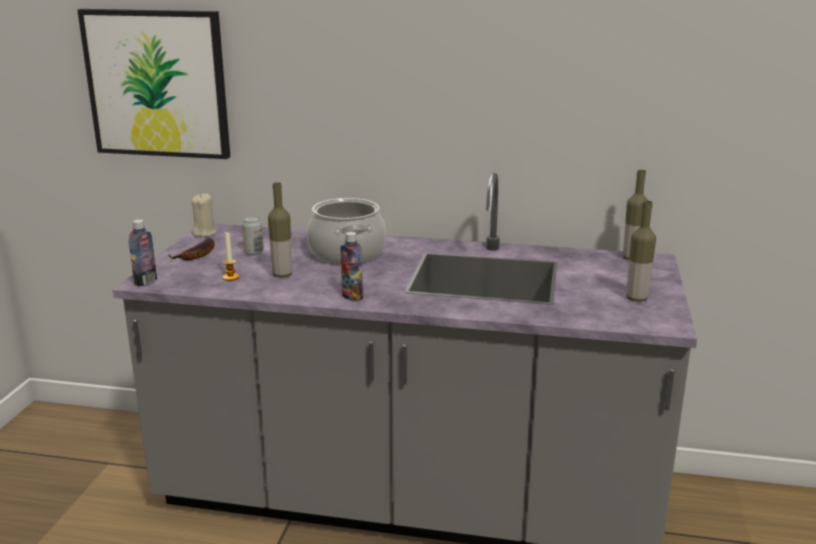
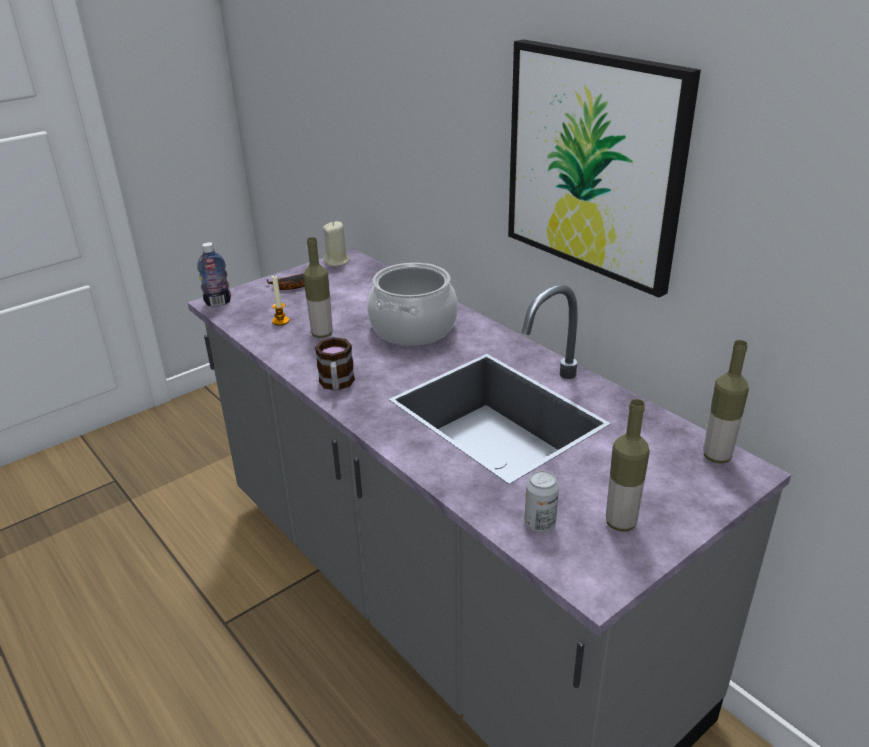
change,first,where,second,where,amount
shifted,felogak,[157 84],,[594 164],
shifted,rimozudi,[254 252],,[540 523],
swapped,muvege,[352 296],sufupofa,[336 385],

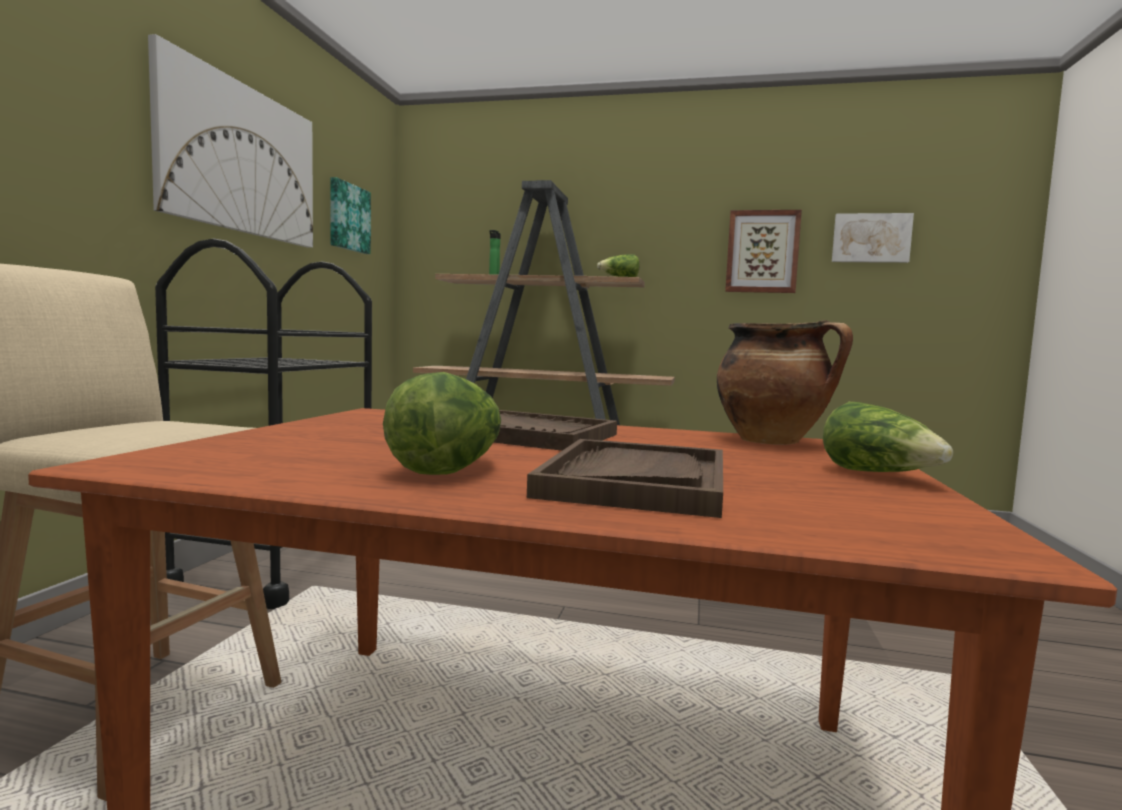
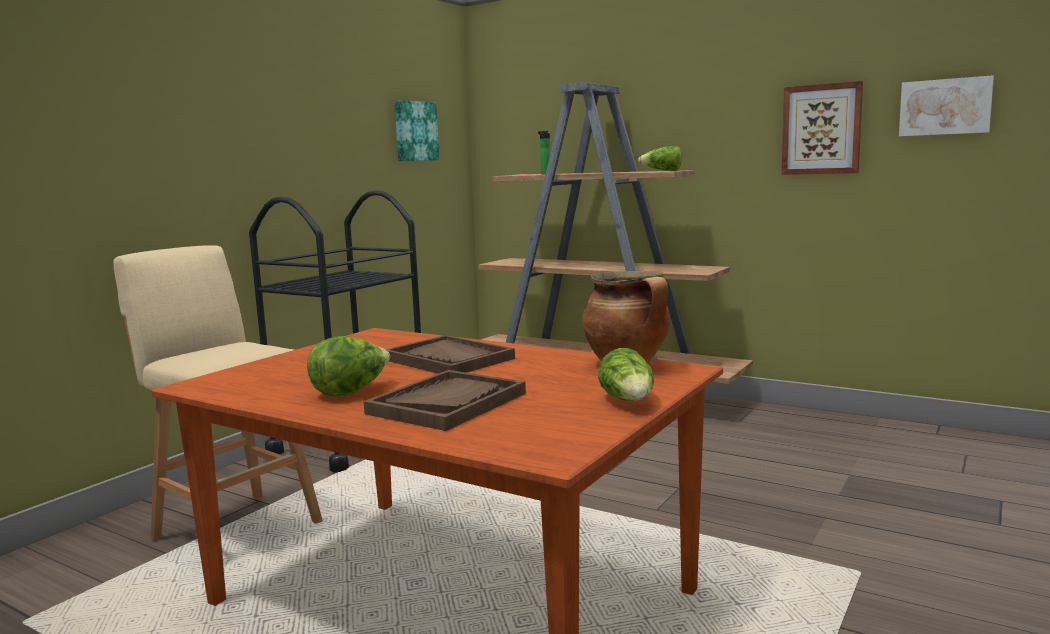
change,first,where,second,where,amount
gone,felogak,[241 159],,,

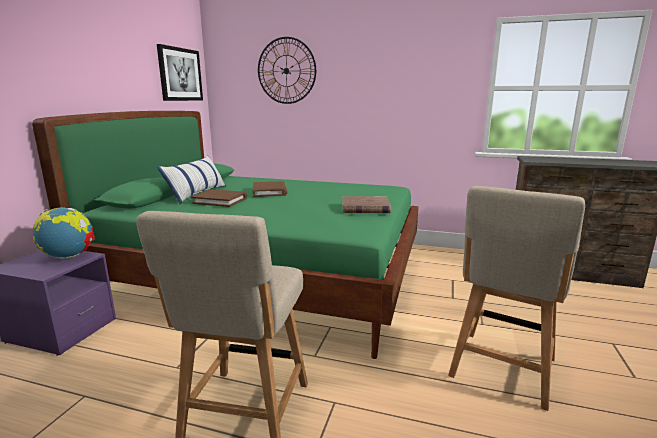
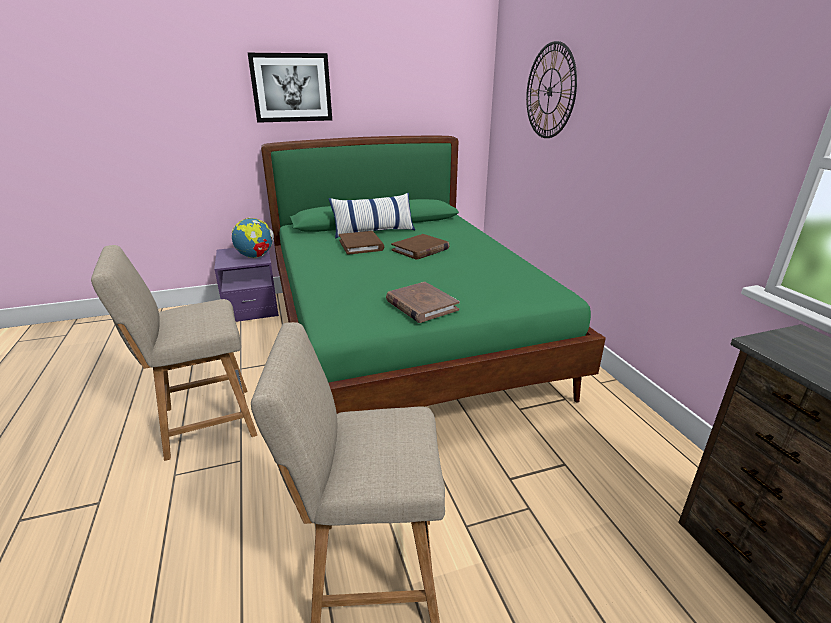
change,first,where,second,where,amount
shifted,felogak,[180 74],,[291 88],

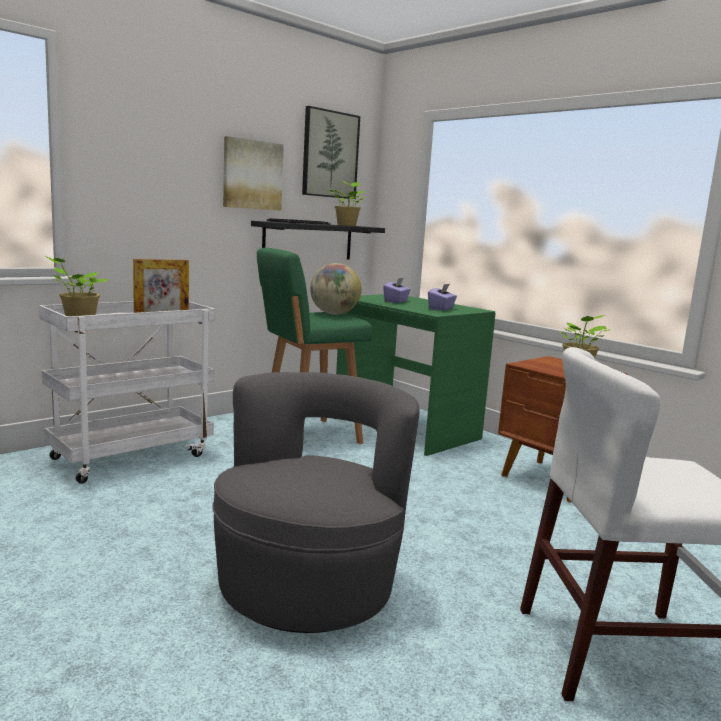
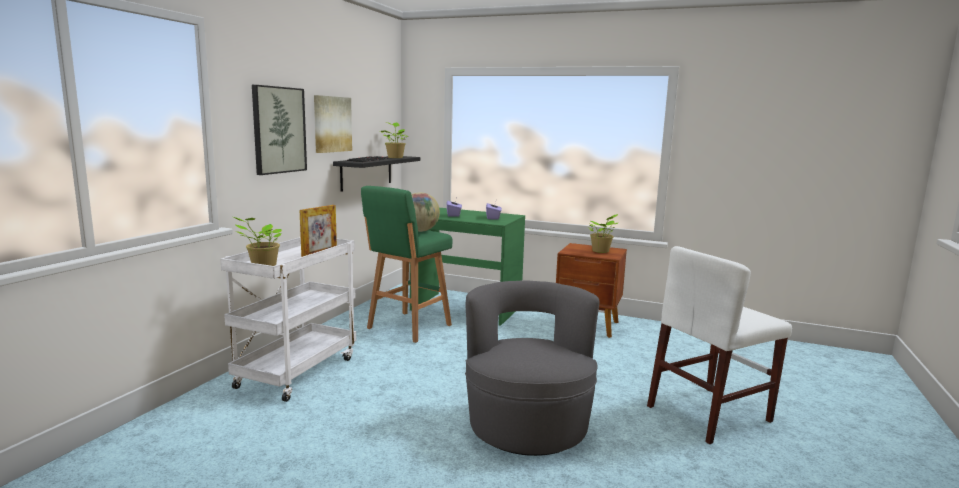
change,first,where,second,where,amount
shifted,felogak,[329 154],,[278 130],

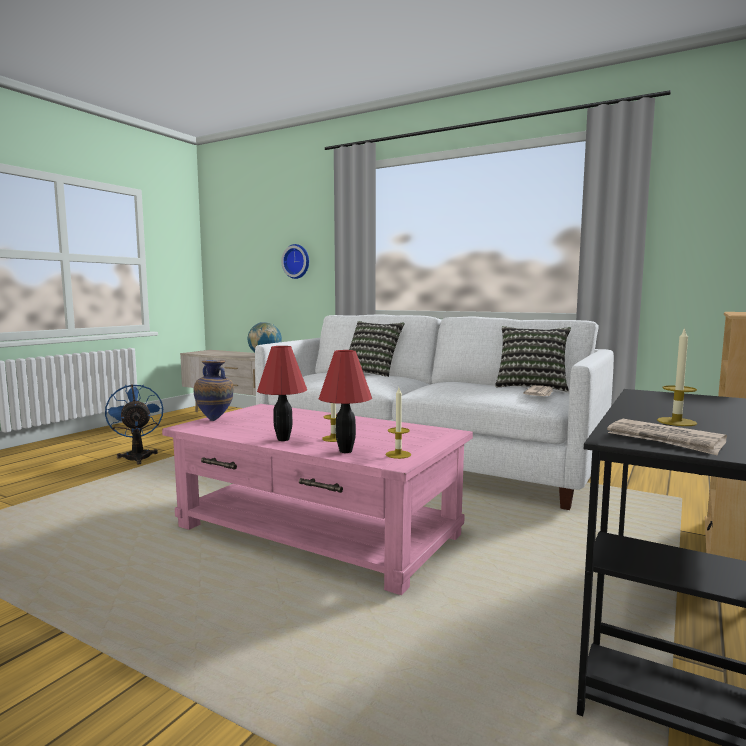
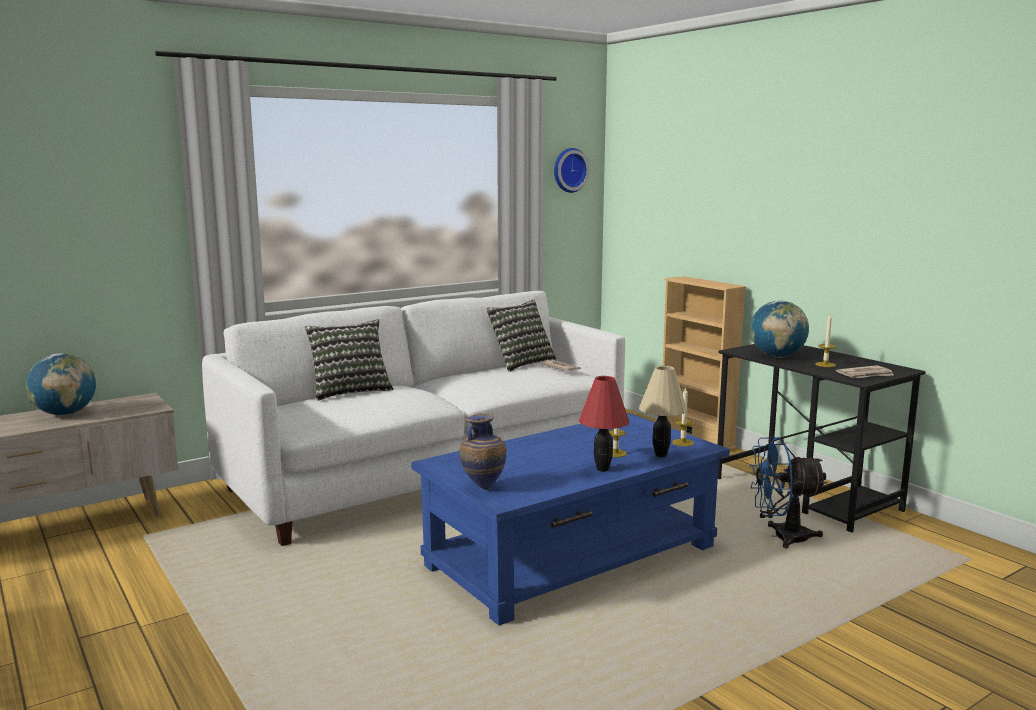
change,first,where,second,where,amount
shifted,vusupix,[297 261],,[569 170],
repainted,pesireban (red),[346 451],pesireban (beige),[661 455],
shifted,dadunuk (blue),[137 456],,[781 537],
repainted,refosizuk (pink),[318 531],refosizuk (blue),[573 556],
new,,,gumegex,[777 356],

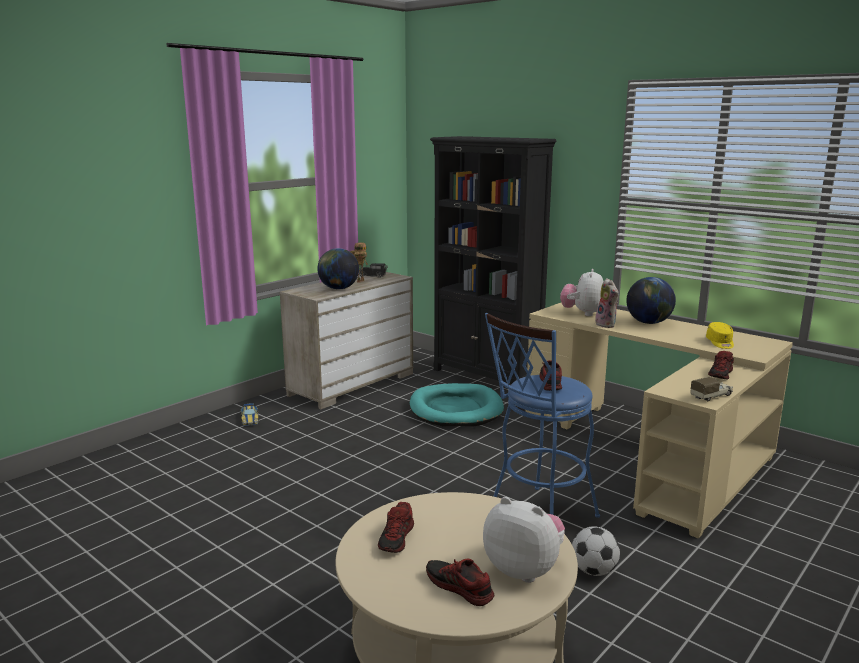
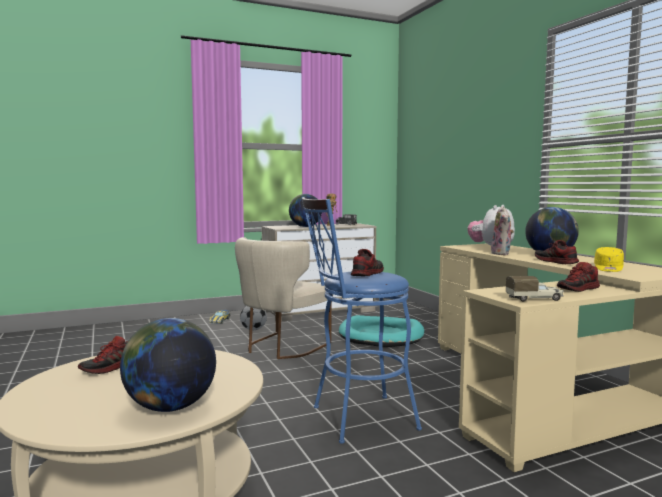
change,first,where,second,where,amount
gone,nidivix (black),[486 376],,,
swapped,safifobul,[524 569],gumegex,[170 407],
shifted,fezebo,[594 571],,[253 329],
shifted,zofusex,[459 588],,[555 262],
new,,,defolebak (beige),[281 347],

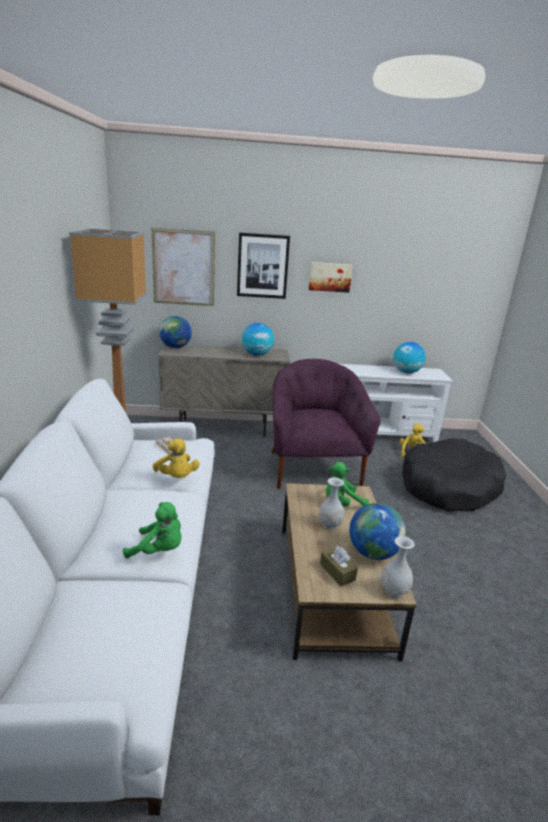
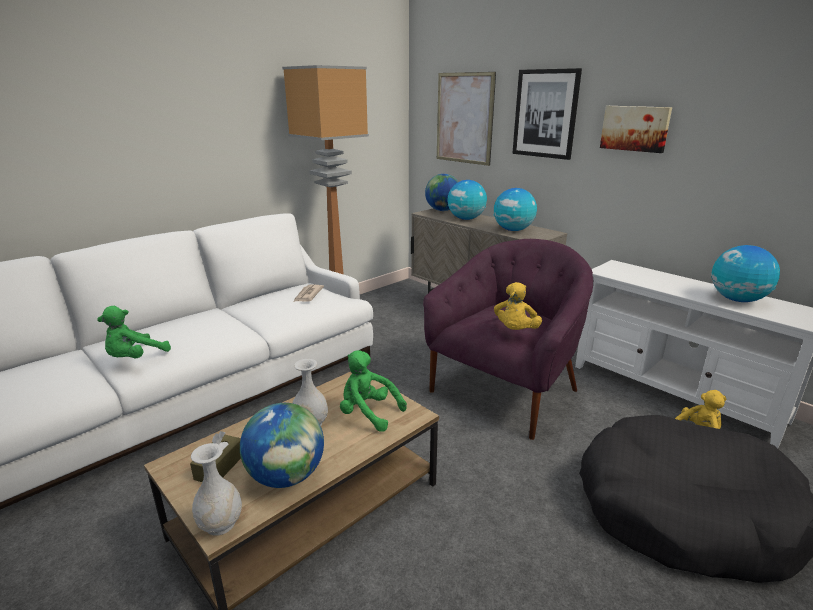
change,first,where,second,where,amount
shifted,safifobul (yellow),[176 477],,[515 331],
rotated,safifobul (green),[159 551],,[135 358],60 degrees clockwise
new,,,gumegex,[466 219],

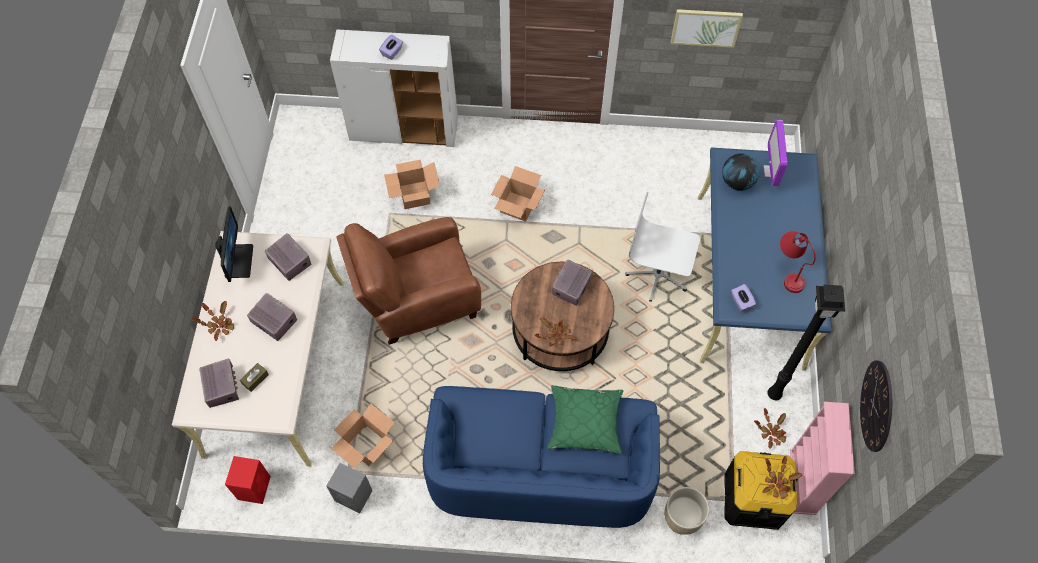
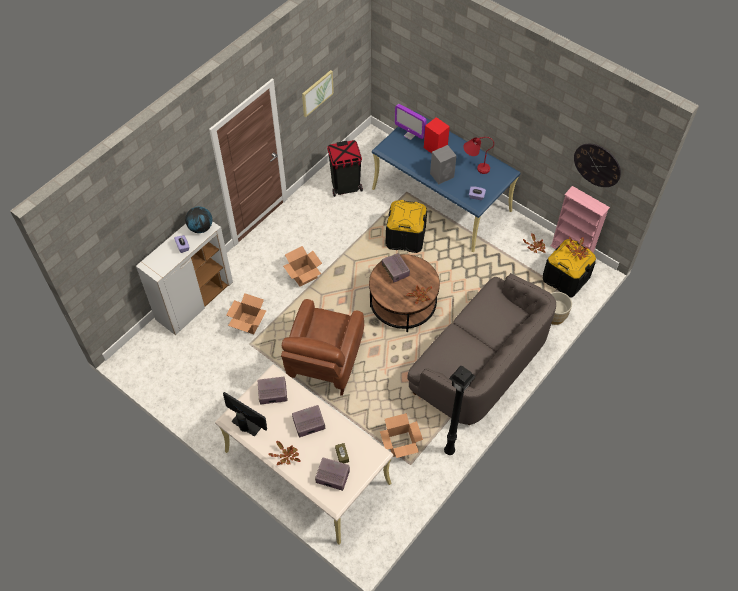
change,first,where,second,where,amount
shifted,gumegex,[737 182],,[201 228],
swapped,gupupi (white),[658 275],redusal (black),[405 237],
shifted,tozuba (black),[773 395],,[449 452],
gone,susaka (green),[585 423],,,
repainted,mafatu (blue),[540 469],mafatu (grey),[480 364],
shifted,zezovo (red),[254 487],,[435 147],
shifted,zezovo (grey),[354 496],,[442 175],
new,,,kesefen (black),[346 187],

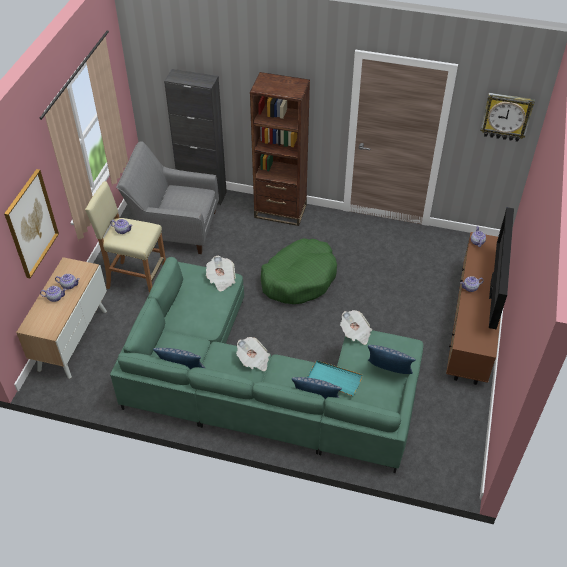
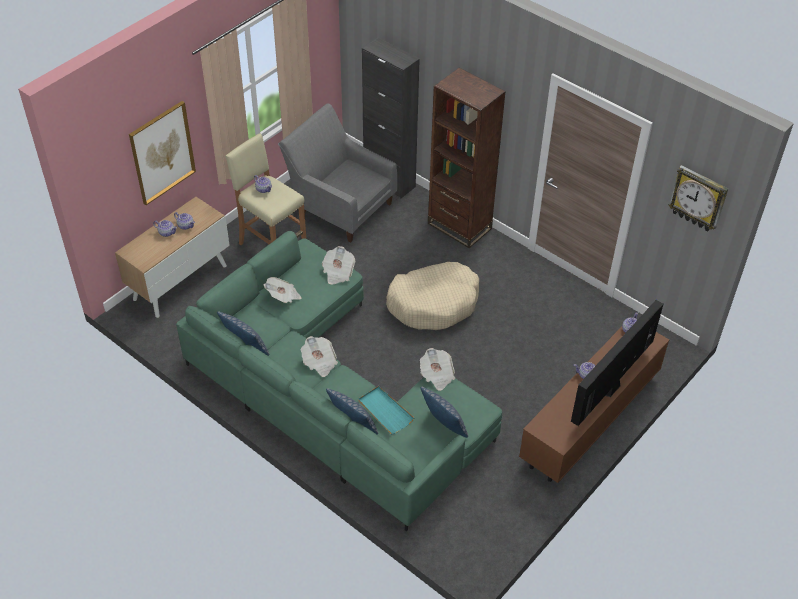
change,first,where,second,where,amount
repainted,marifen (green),[299 278],marifen (beige),[434 303],
new,,,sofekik,[283 297],

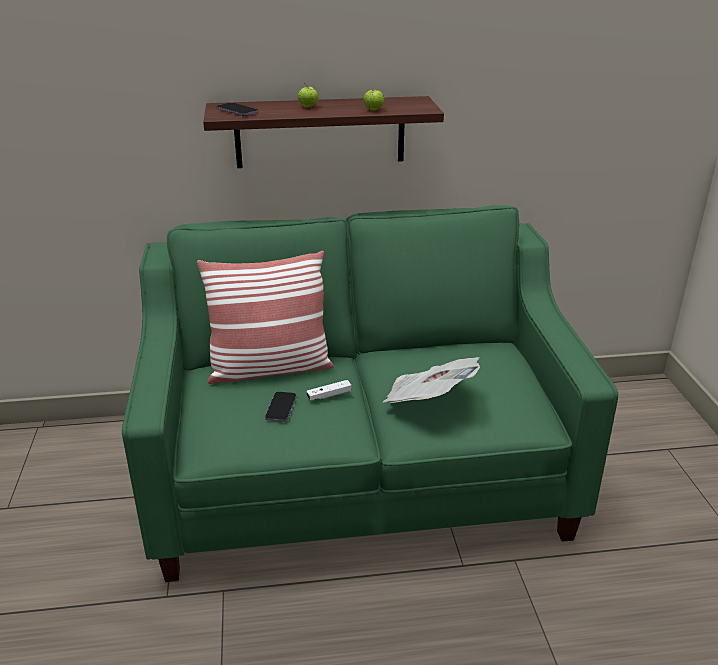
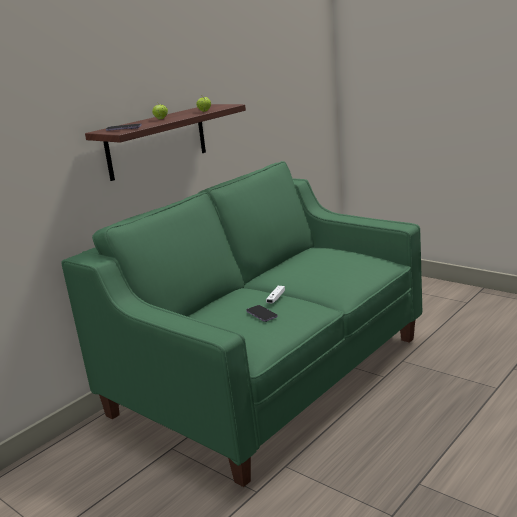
change,first,where,second,where,amount
gone,susaka,[270 368],,,
gone,sofekik,[428 401],,,

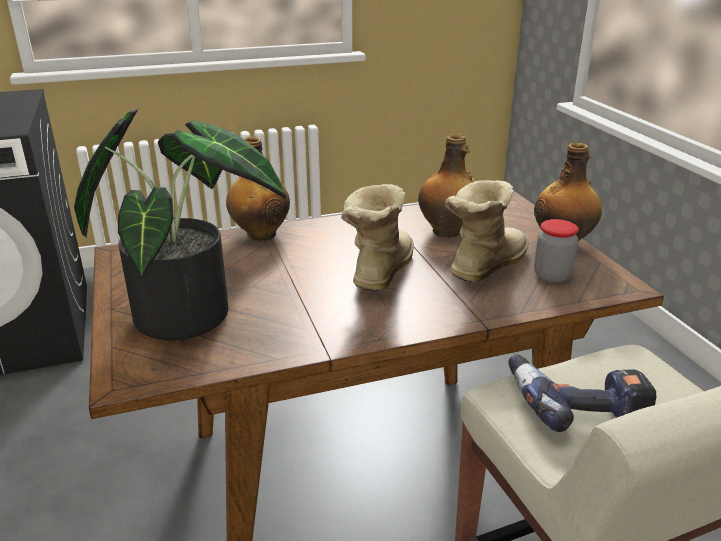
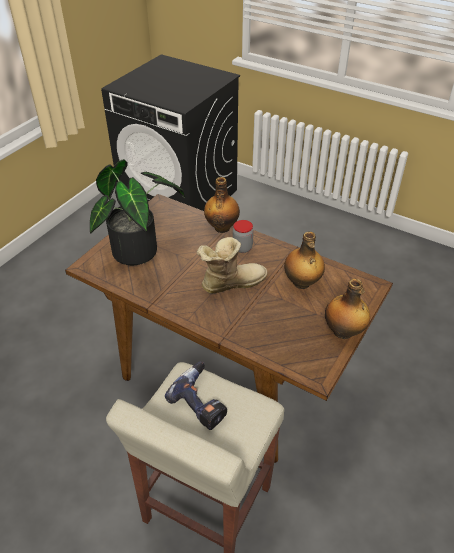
change,first,where,second,where,amount
gone,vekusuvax,[483 265],,,
shifted,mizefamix,[552 275],,[242 248],

